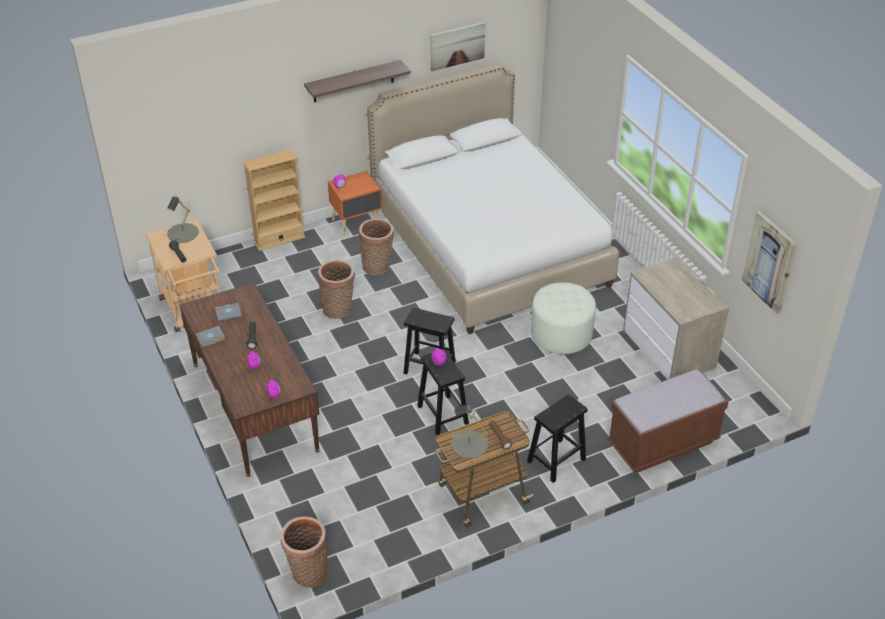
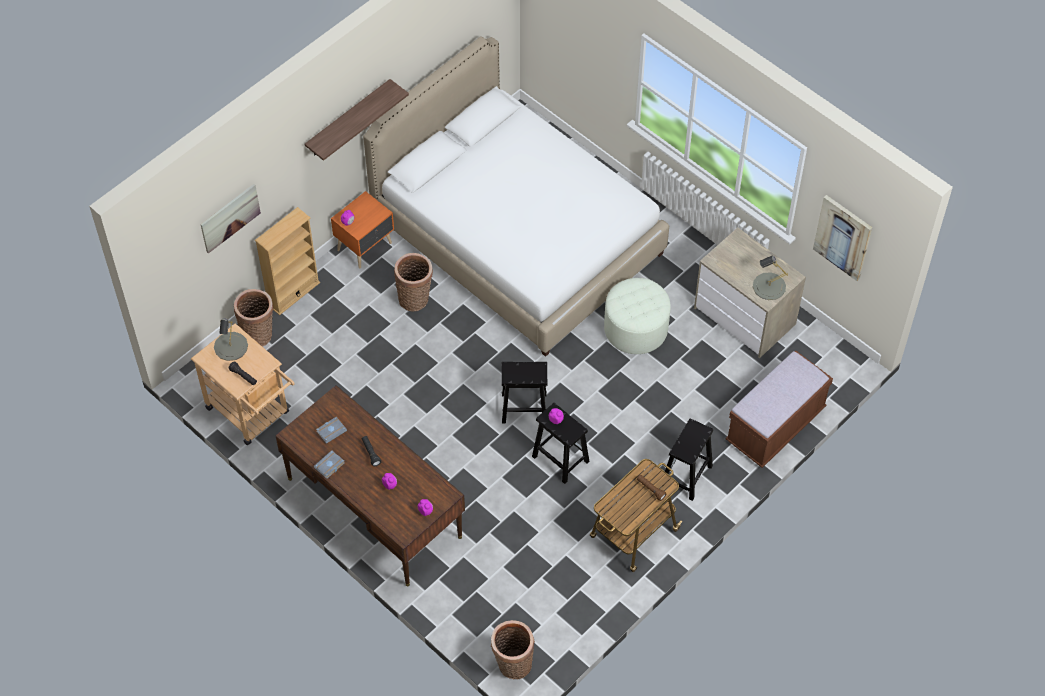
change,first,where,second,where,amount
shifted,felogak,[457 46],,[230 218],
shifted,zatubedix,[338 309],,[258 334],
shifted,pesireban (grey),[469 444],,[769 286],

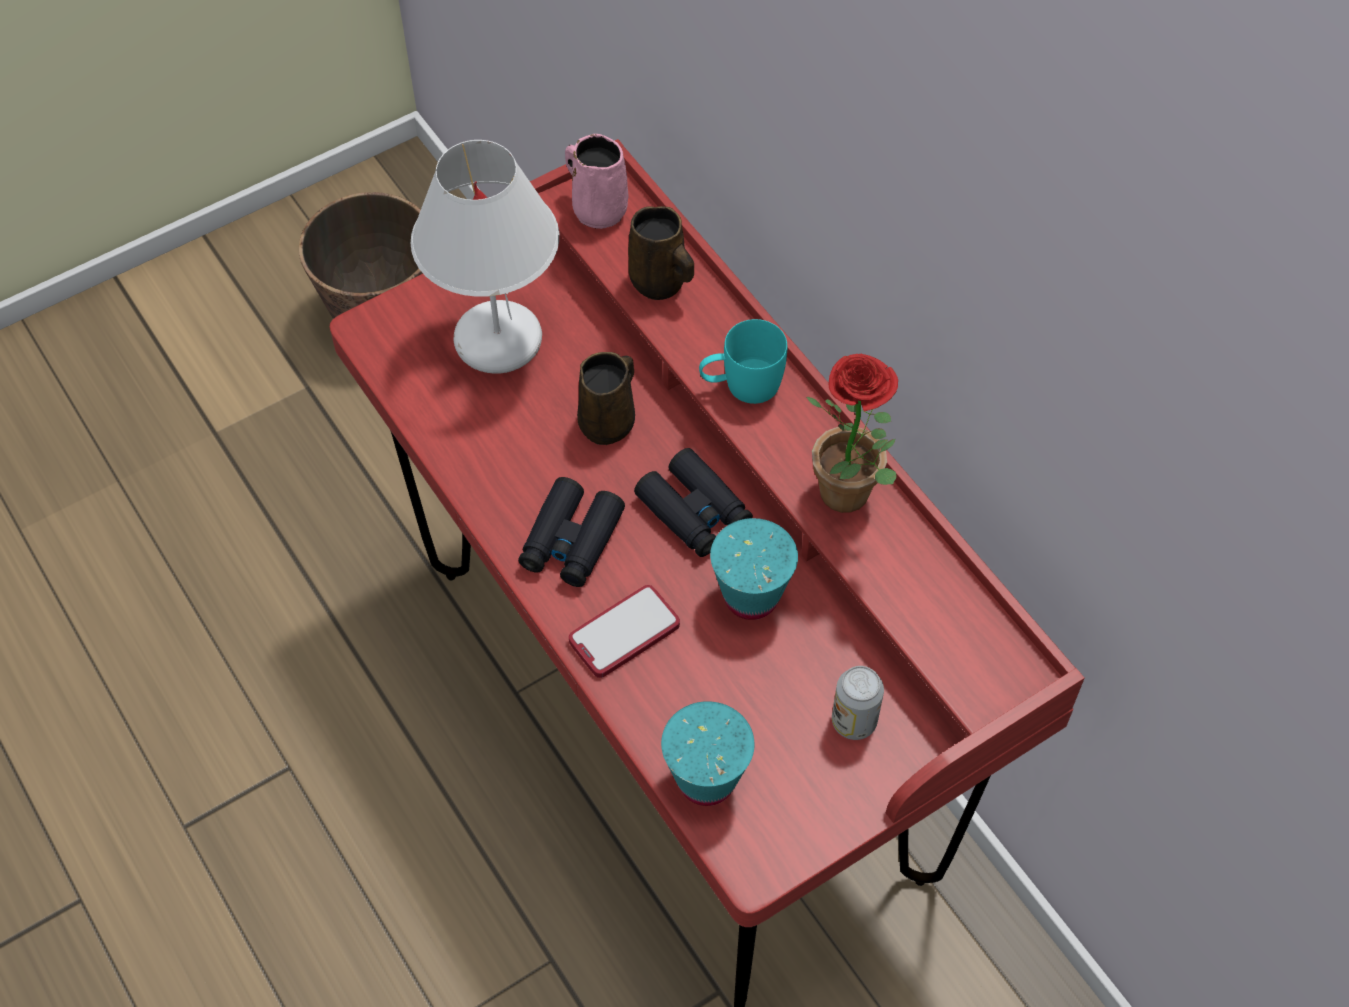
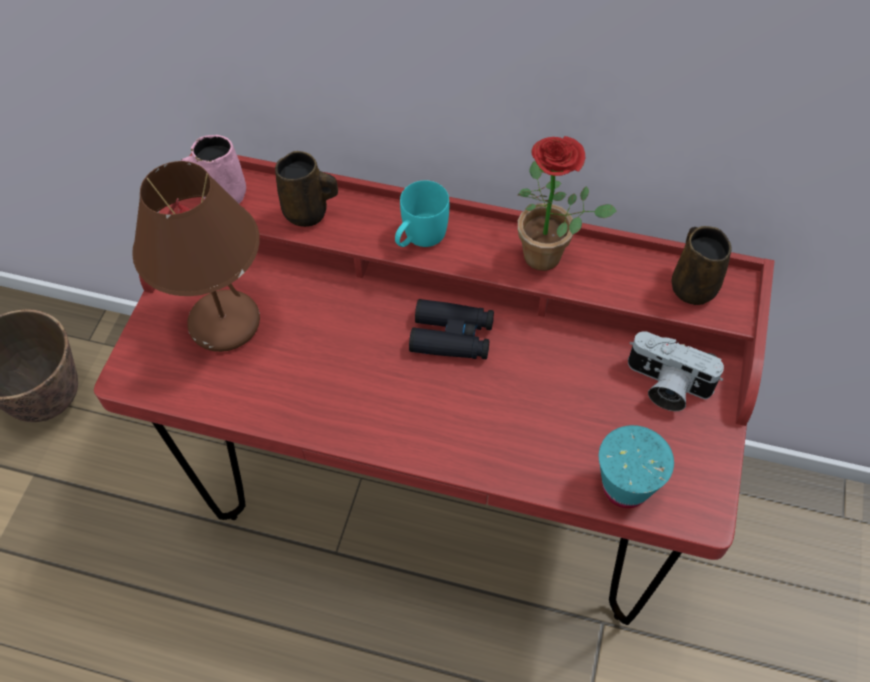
change,first,where,second,where,amount
repainted,pesireban (white),[496 340],pesireban (brown),[223 323],
shifted,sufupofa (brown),[609 422],,[693 285],
gone,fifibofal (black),[571 540],,,
gone,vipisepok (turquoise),[751 597],,,
gone,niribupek,[624 633],,,
swapped,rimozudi,[854 721],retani,[665 386],

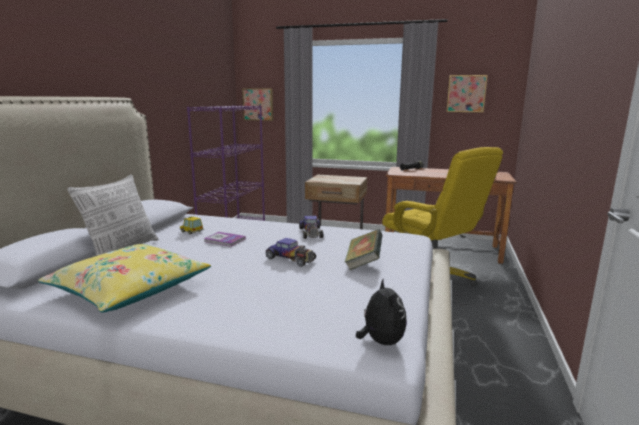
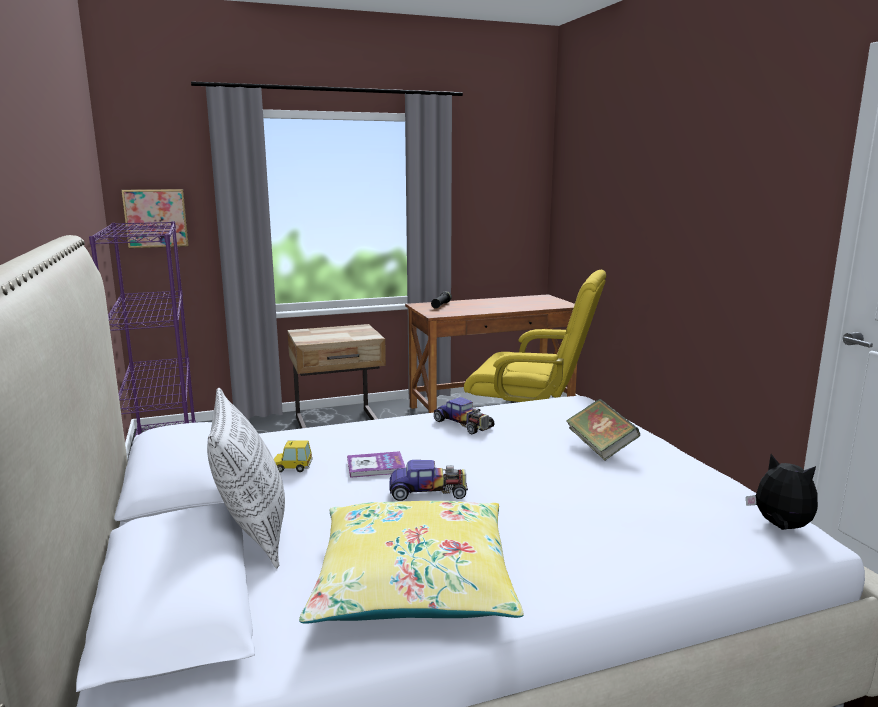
change,first,where,second,where,amount
gone,felogak,[466 93],,,
shifted,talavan,[291 259],,[428 491],

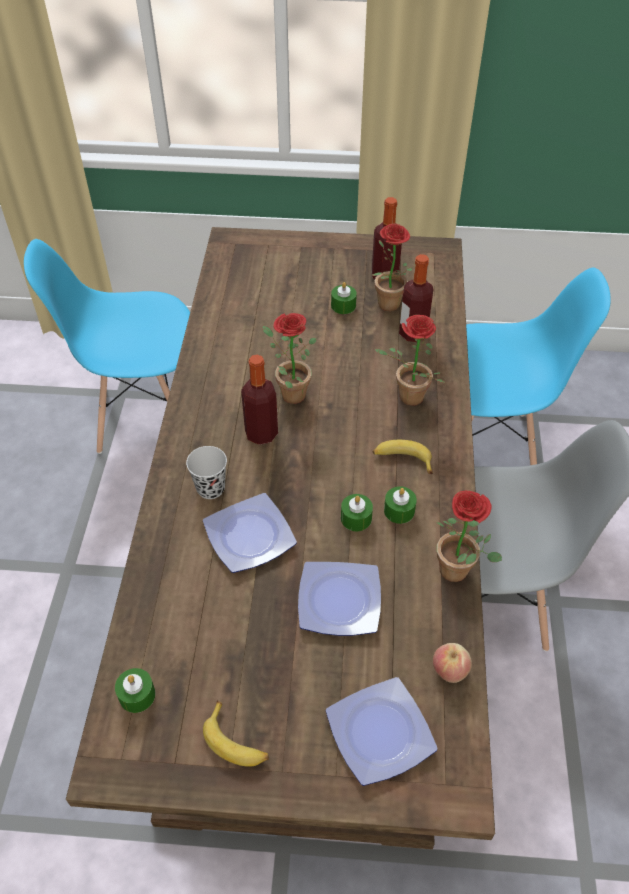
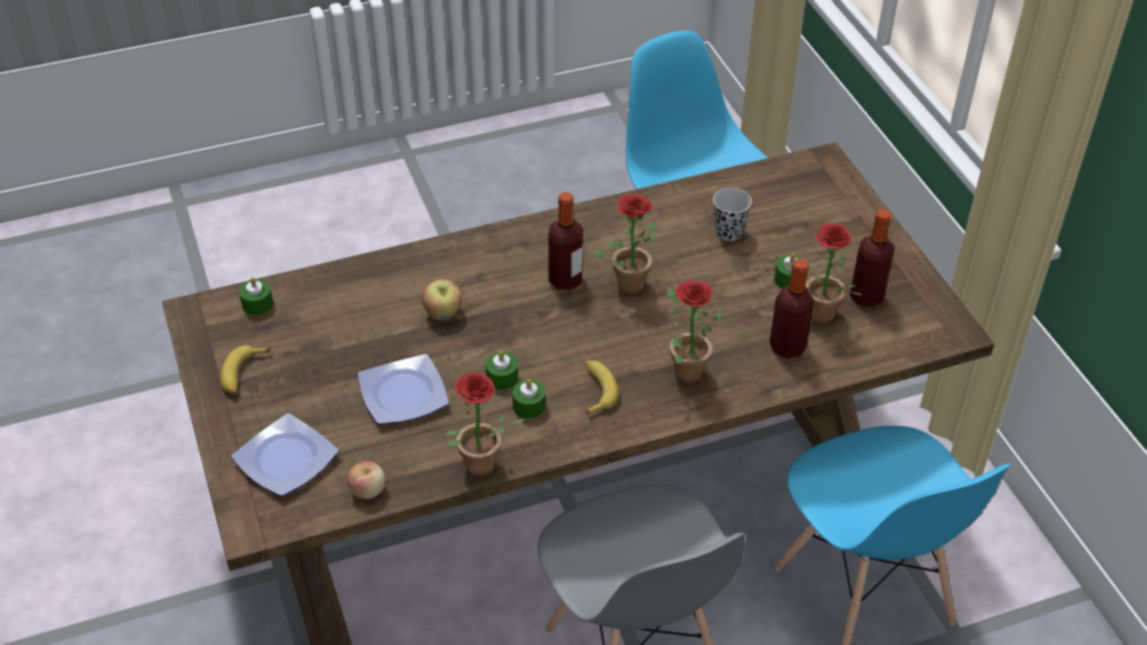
change,first,where,second,where,amount
shifted,vipisepok (black),[210 488],,[729 232],
swapped,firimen,[250 535],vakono,[443 313],

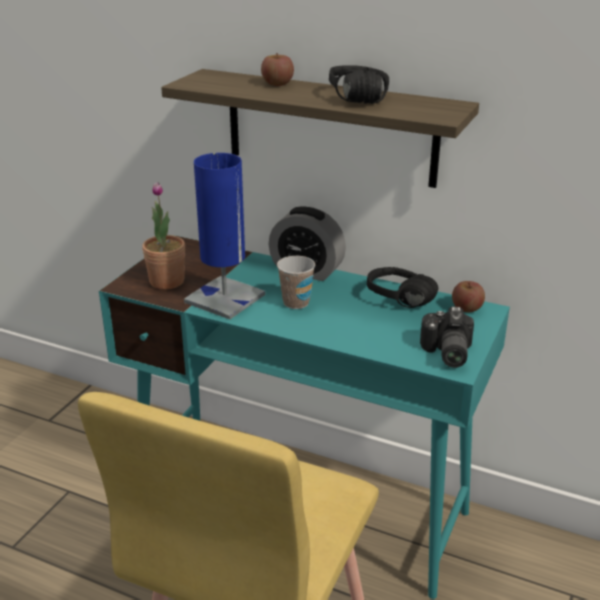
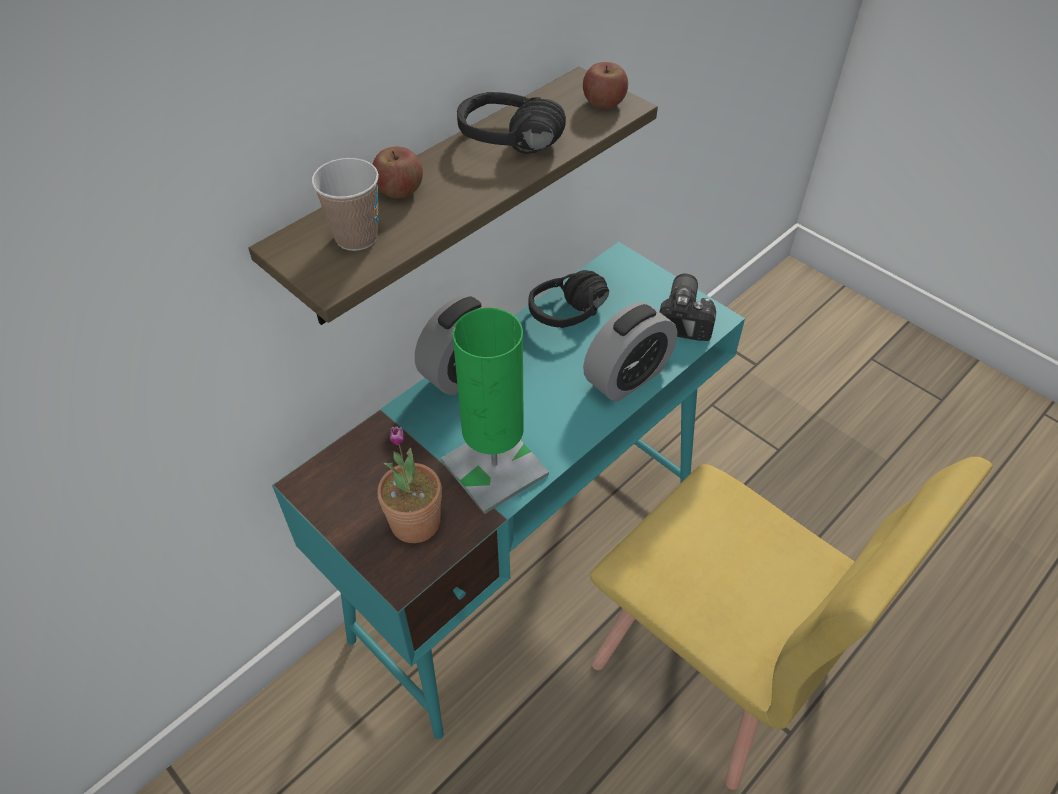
change,first,where,second,where,amount
repainted,pesireban (blue),[225 298],pesireban (green),[494 468],
shifted,vipisepok,[296 303],,[356 237],
shifted,vakono,[466 308],,[604 102],
rotated,retani,[445 353],,[686 316],105 degrees counterclockwise
new,,,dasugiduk,[627 377],

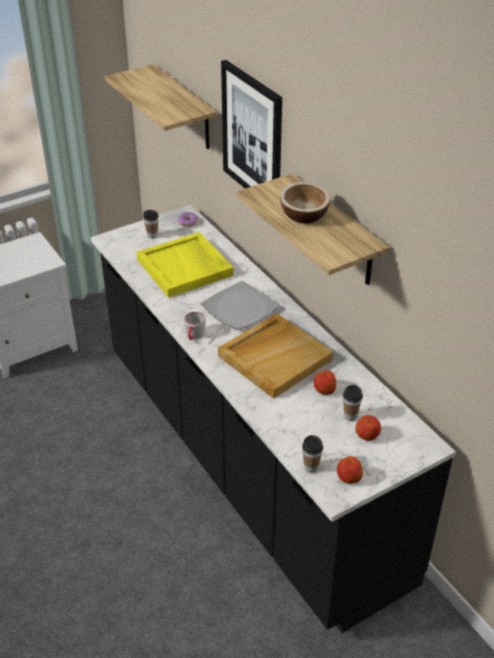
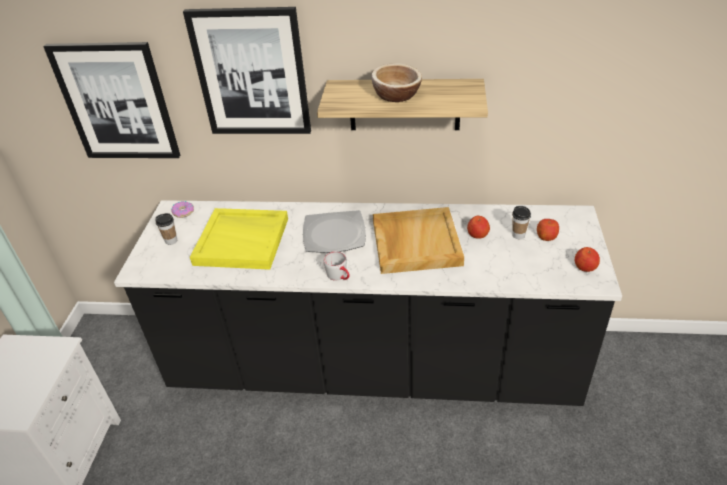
change,first,where,second,where,amount
swapped,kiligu,[185 108],felogak,[117 102],
gone,vipisepok,[311 467],,,

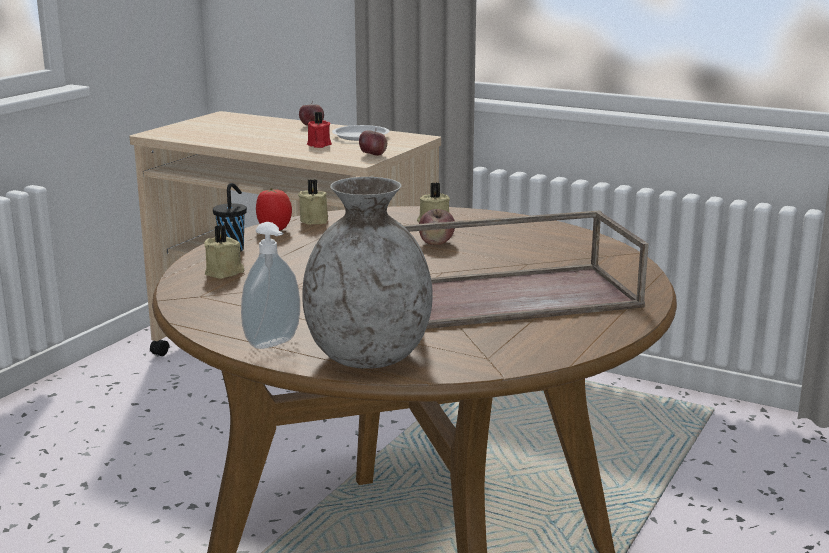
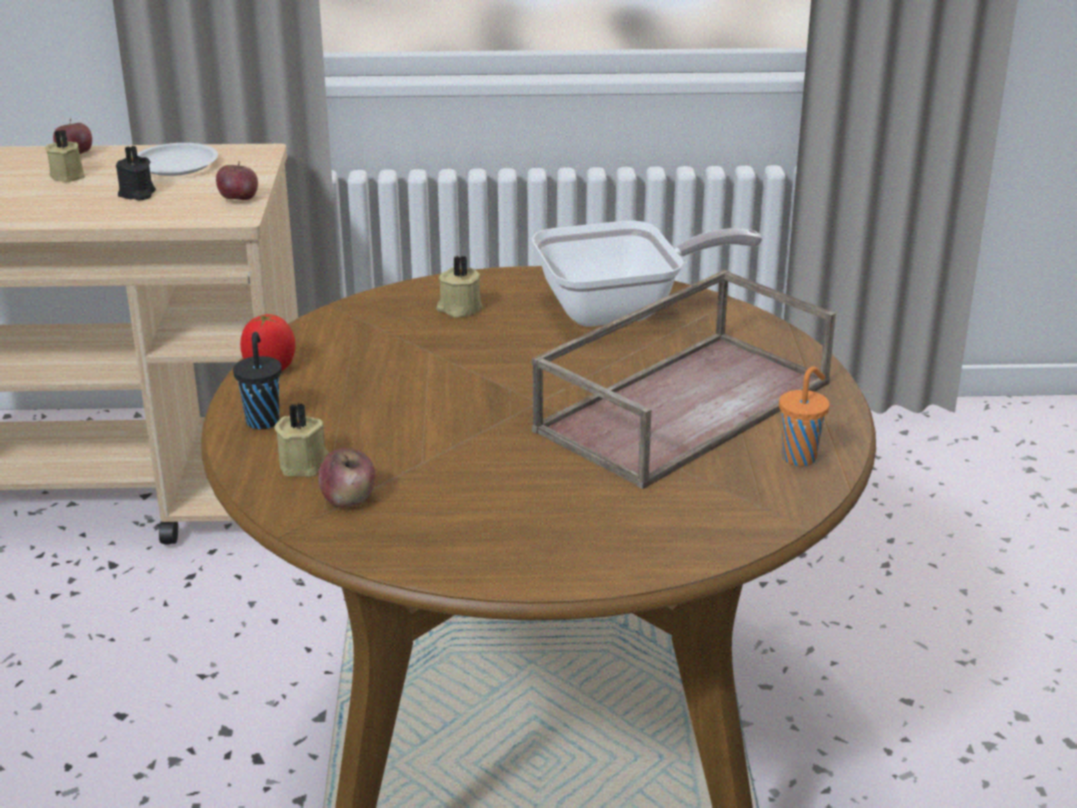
change,first,where,second,where,amount
repainted,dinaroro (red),[318 145],dinaroro (black),[137 194],
gone,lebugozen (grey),[368 357],,,
shifted,dinaroro (beige),[315 220],,[68 175],
shifted,vakono,[436 242],,[348 499],
gone,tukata,[274 344],,,
new,,,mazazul,[622 310],
new,,,vipisepok (orange),[800 457],

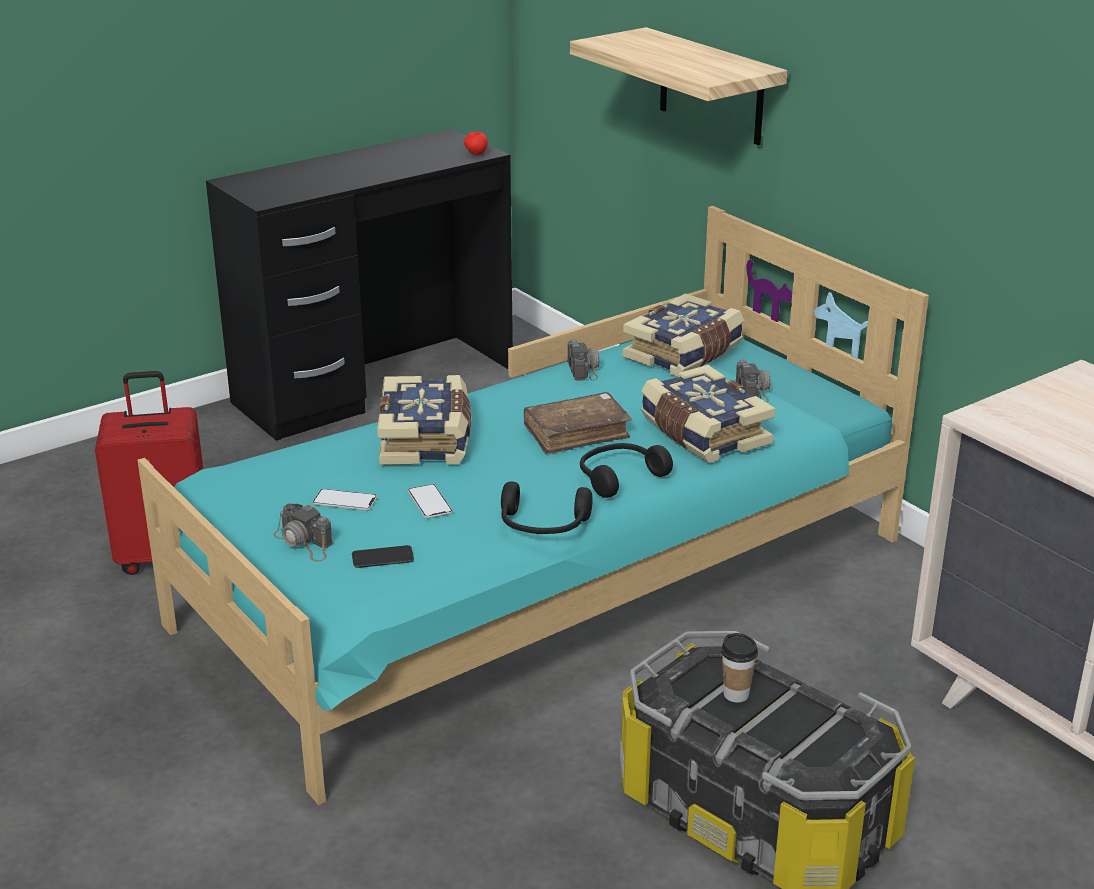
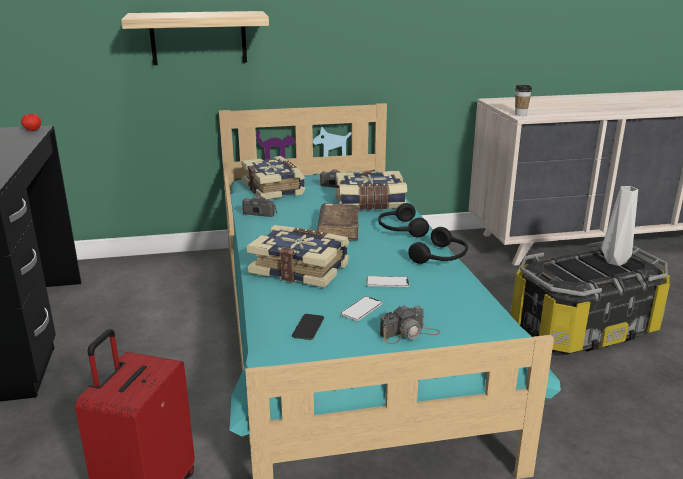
change,first,where,second,where,amount
shifted,niribupek,[382 558],,[308 327],
shifted,vipisepok,[736 694],,[520 114],
new,,,lebugozen (grey),[616 261],

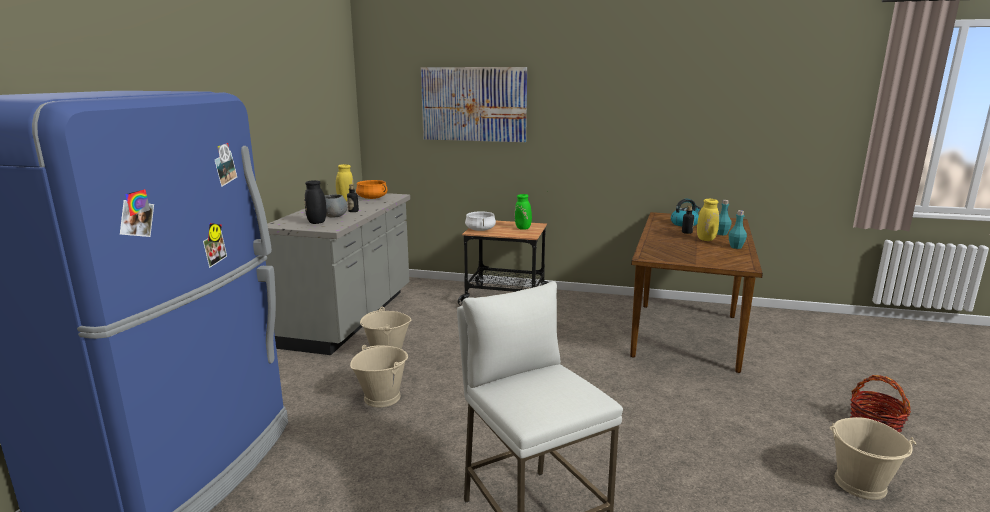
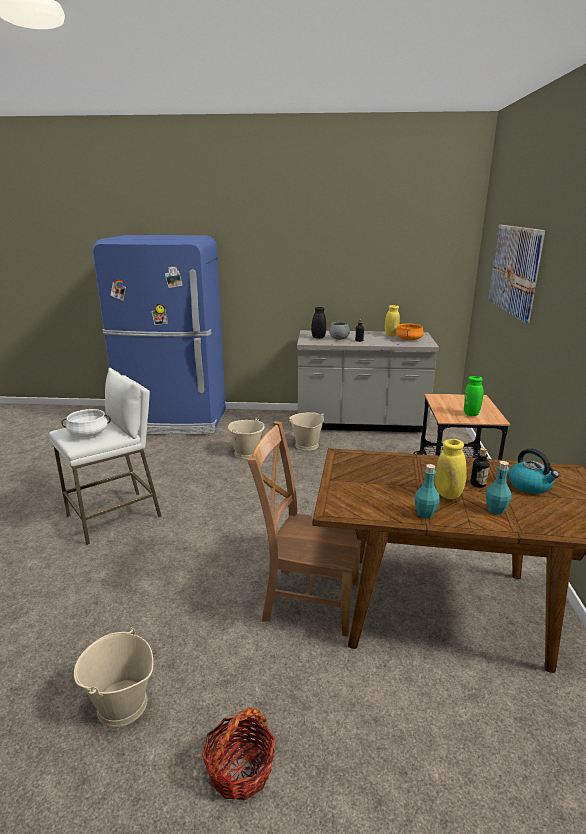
change,first,where,second,where,amount
shifted,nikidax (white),[480 230],,[88 434],
new,,,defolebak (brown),[307 599],

